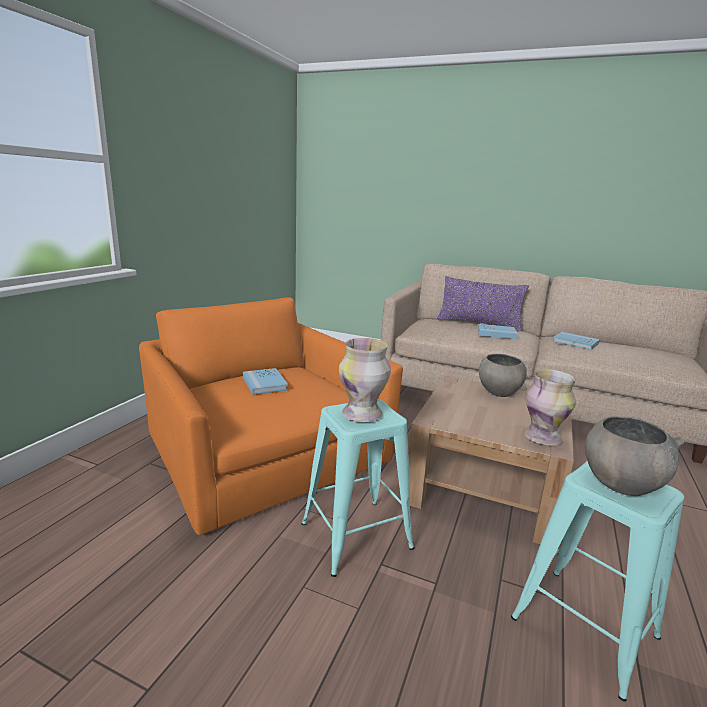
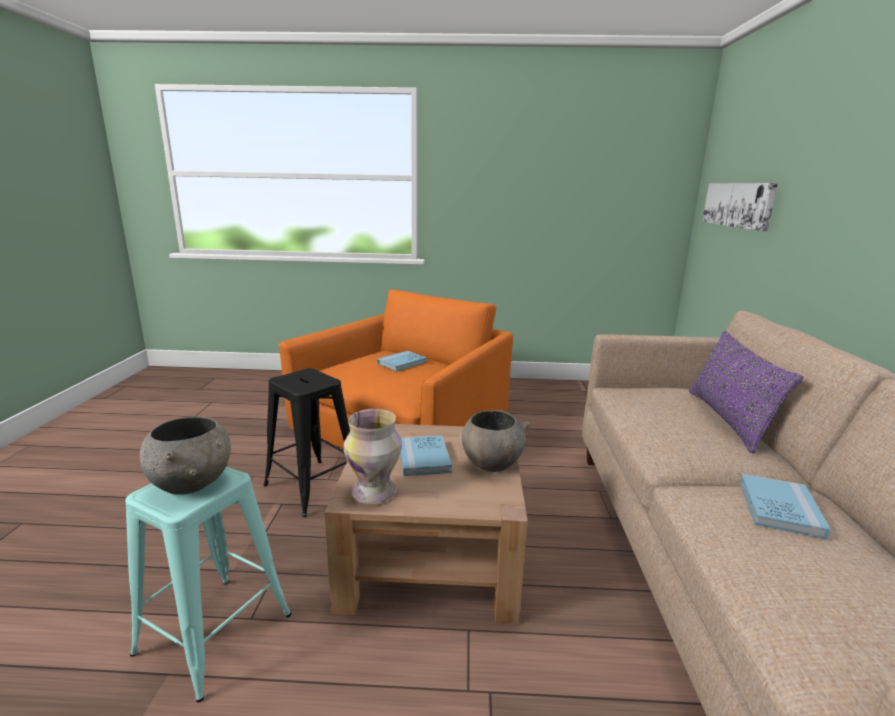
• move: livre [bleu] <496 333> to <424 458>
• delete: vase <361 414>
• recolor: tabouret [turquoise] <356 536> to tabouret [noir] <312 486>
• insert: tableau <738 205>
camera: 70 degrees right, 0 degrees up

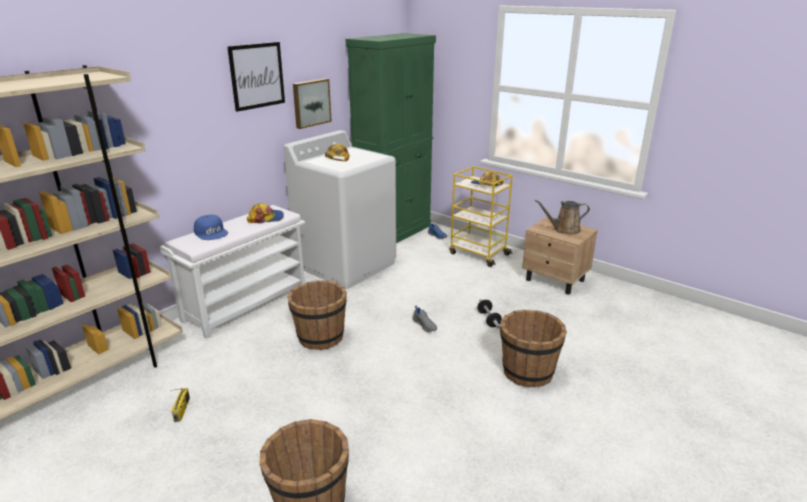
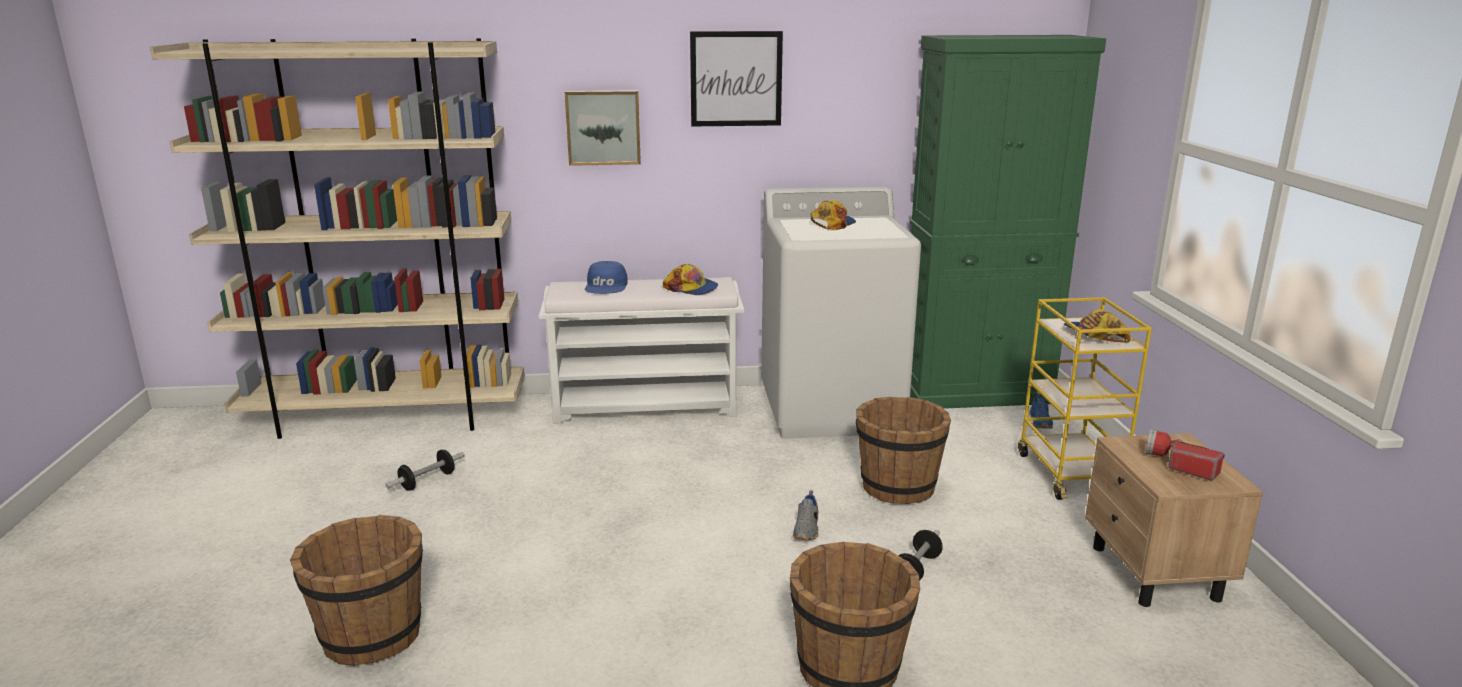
• move: tableau <311 103> to <603 127>
• replace: arrosoir [marron] <564 229> to lampe de poche <1180 464>
• move: seau [marron] <320 337> to <897 487>
• replace: radio <182 410> to haltère <427 481>
camera: 45 degrees right, 5 degrees down

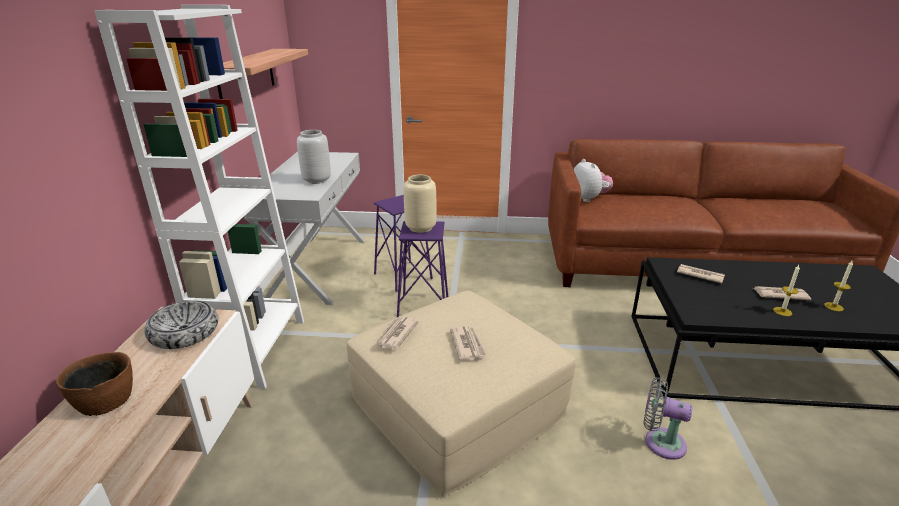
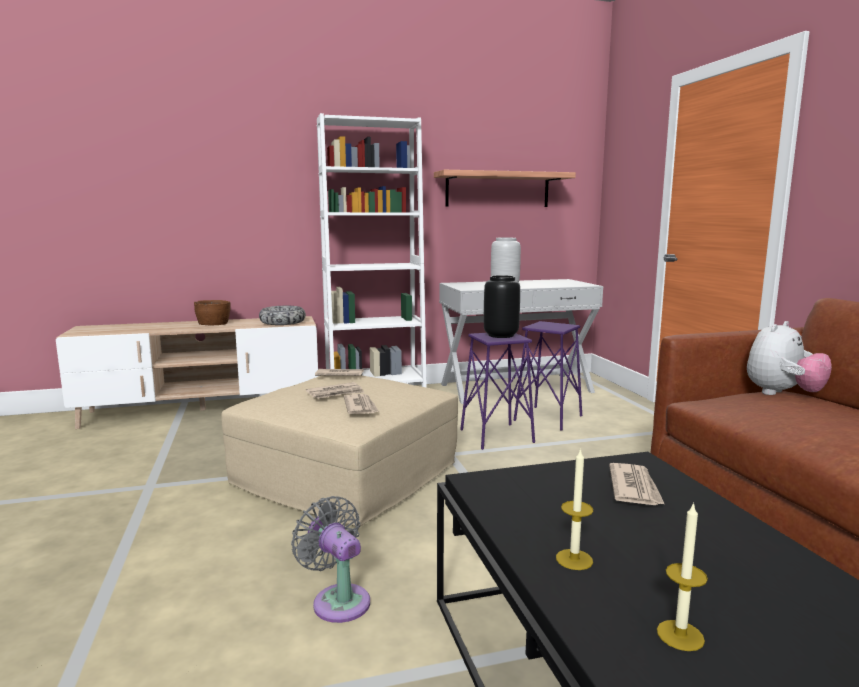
• recolor: vase [beige] <421 228> to vase [noir] <501 335>
• move: journal <779 294> to <360 407>
• rotate: ventilateur [gris] <660 442> = <338 600> 45 degrees counterclockwise
camera: 70 degrees right, 15 degrees down

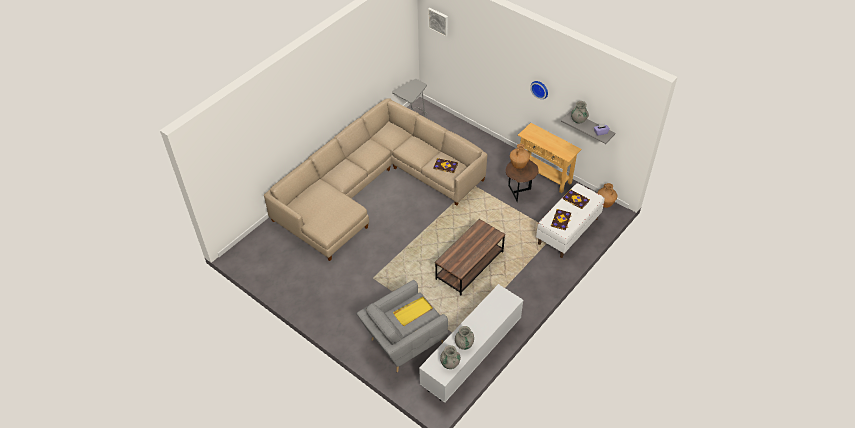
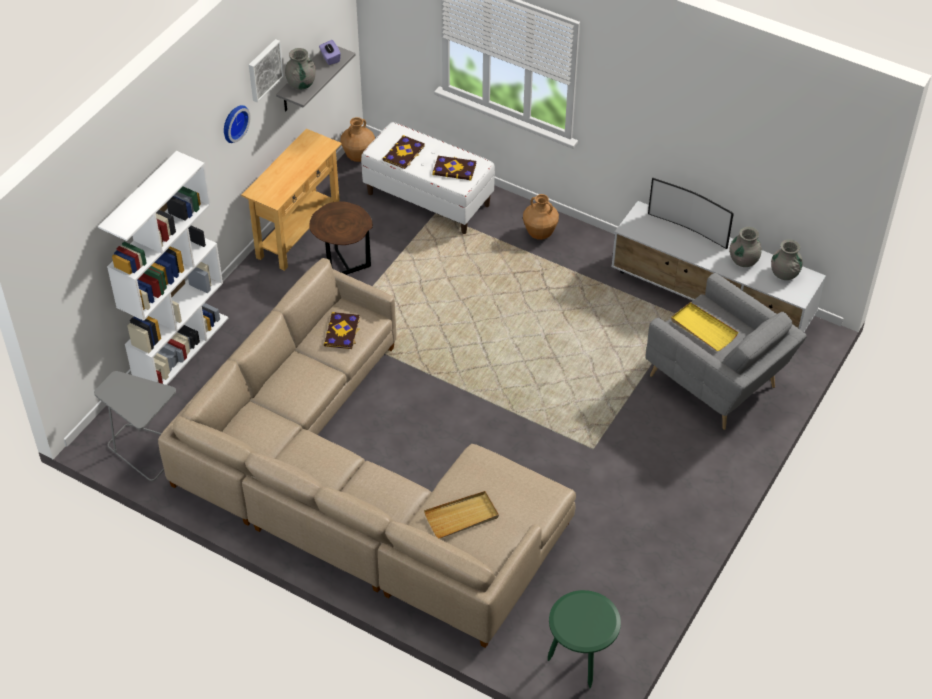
• move: tableau <438 21> to <264 69>
• move: vase [marron] <518 165> to <539 234>
• delete: table basse [marron] <469 265>
• insert: bibliothèque [blanc] <181 348>
• insert: téléviseur <689 229>
• insert: plateau [beige] <462 516>
• insert: table d'appoint [vert] <580 667>
camera: 100 degrees left, 0 degrees up

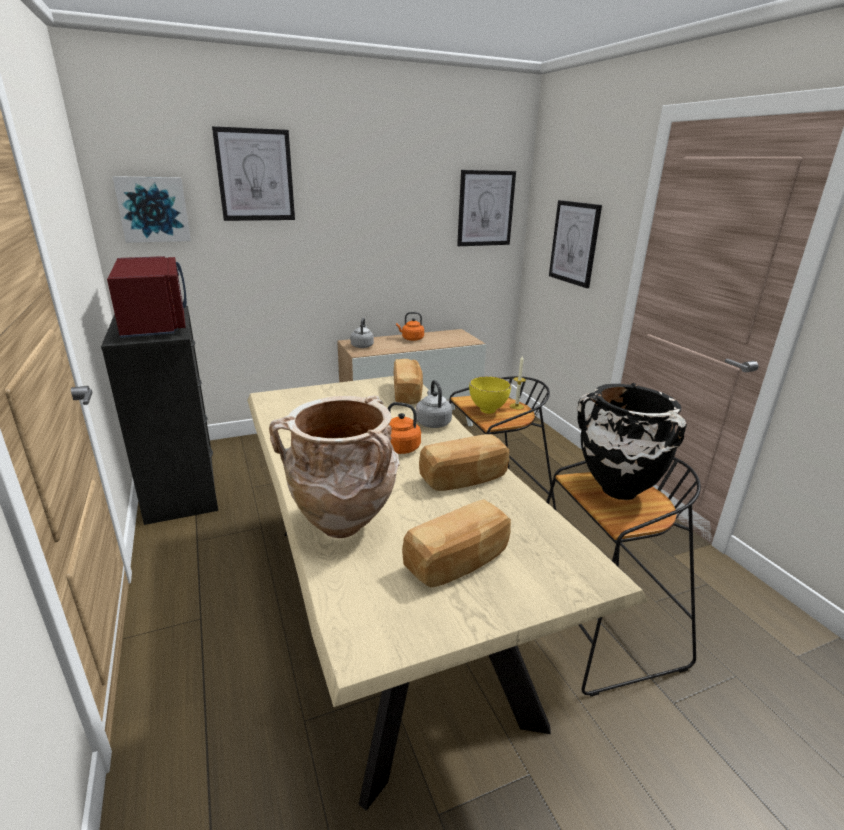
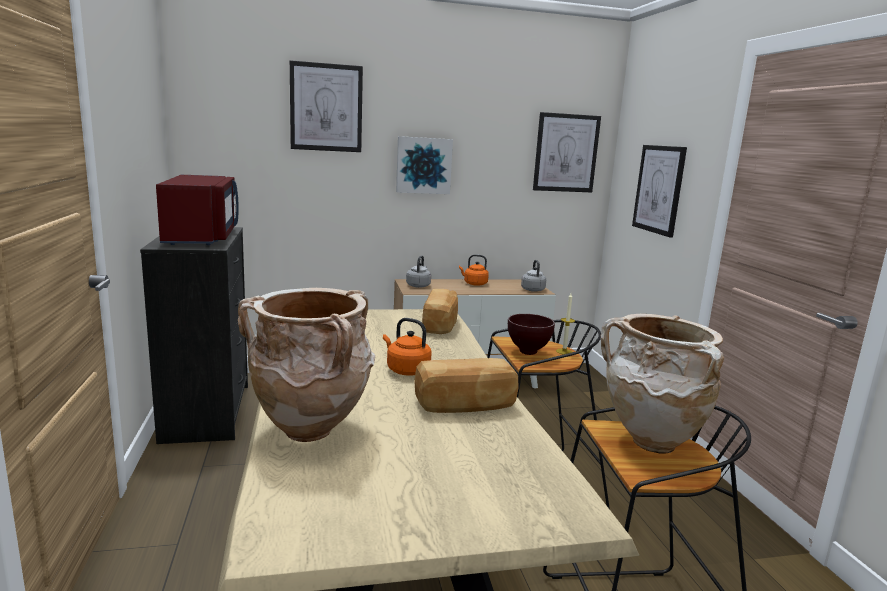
• move: tableau <153 209> to <423 165>
• recolor: bol [jaune] <488 411> to bol [marron] <528 352>
• move: bouilloire [gris] <432 422> to <532 289>
• recolor: vase [noir] <615 490> to vase [beige] <649 442>
• delete: pain <458 562>
camera: 10 degrees right, 10 degrees down

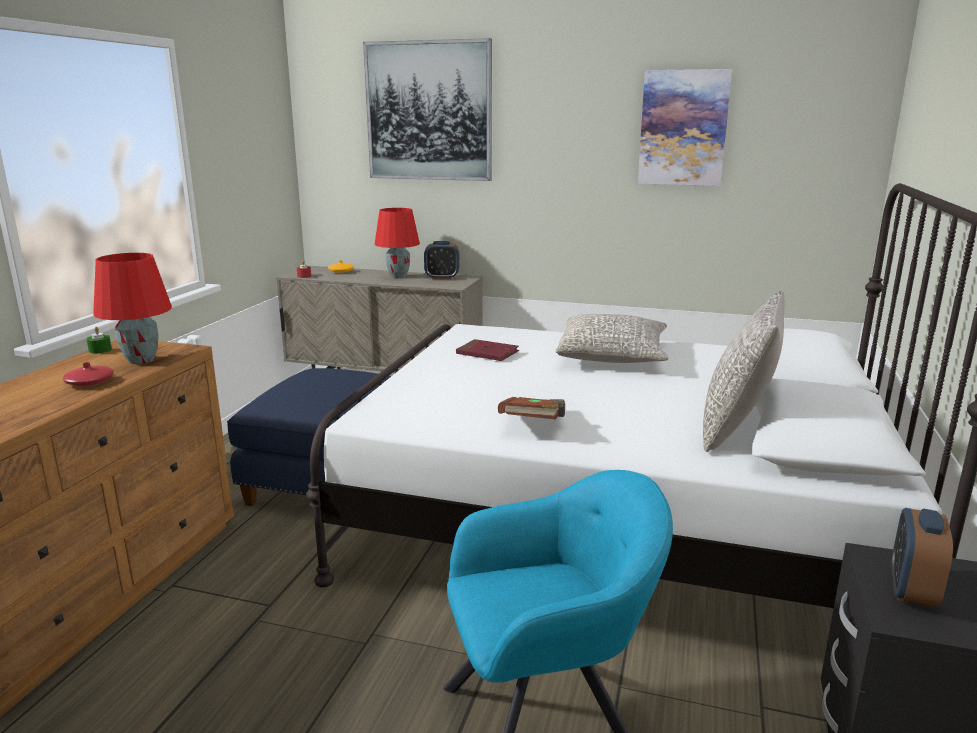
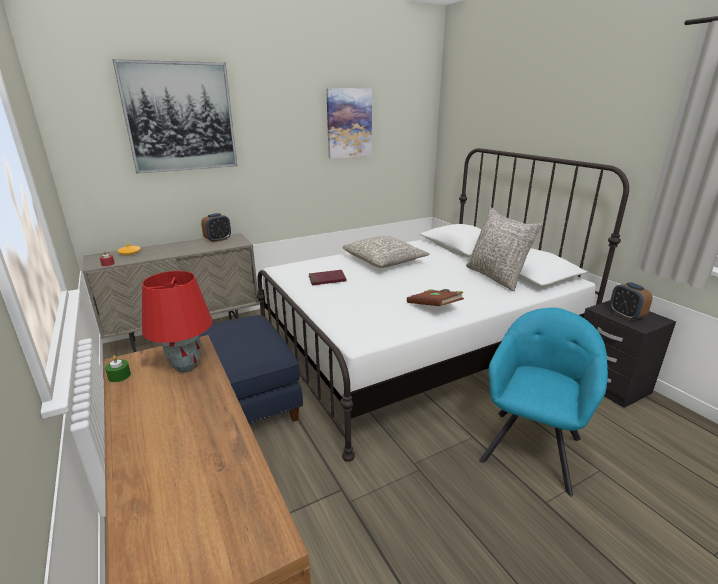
• delete: lampe de table [rouge] <398 276>
• delete: vase [rouge] <89 382>
camera: 45 degrees left, 5 degrees up

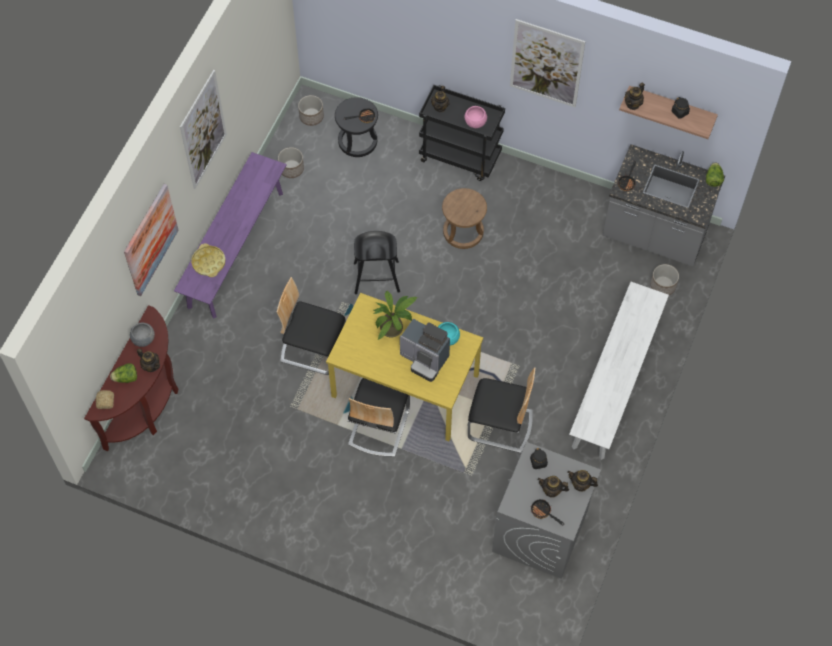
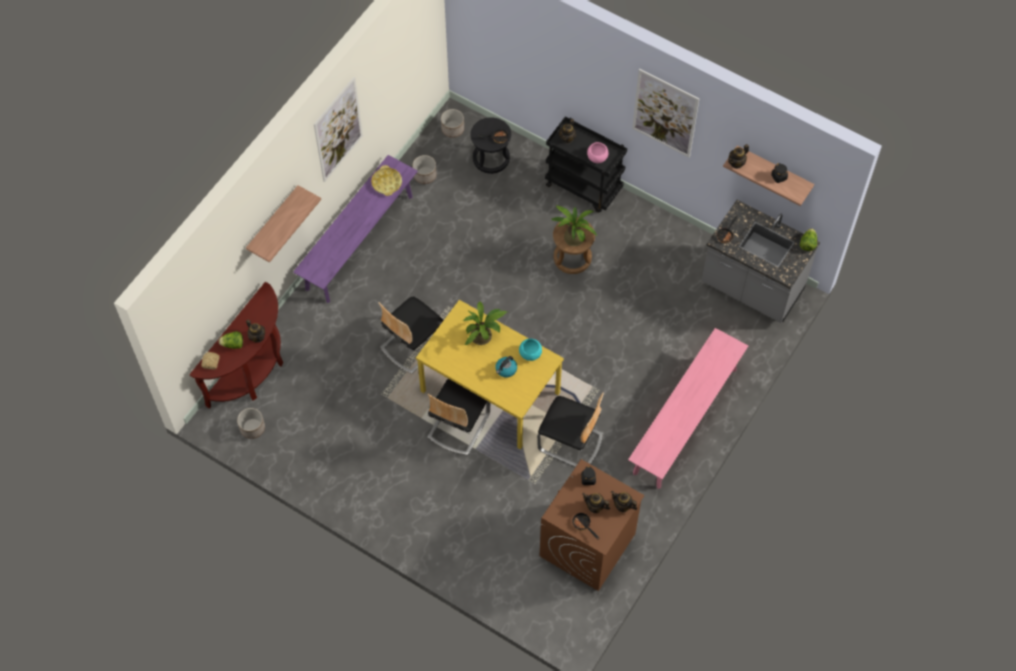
• replace: tableau <150 239> to étagère <273 222>
• delete: tabouret [noir] <376 277>
• move: plateau [jaune] <208 262> to <386 183>
• move: cache-pot <662 286> to <252 428>
• rotate: chaise <313 348> = <412 344> 75 degrees counterclockwise
• recolor: banc [blanc] <615 383> to banc [rose] <685 421>
• replace: machine à café <425 359> to bouilloire <506 369>
• delete: bol [gris] <143 339>
• recolor: lave-linge [gris] <540 532> to lave-linge [marron] <587 545>
• insert: plante en pot <572 236>
camera: 10 degrees right, 0 degrees up

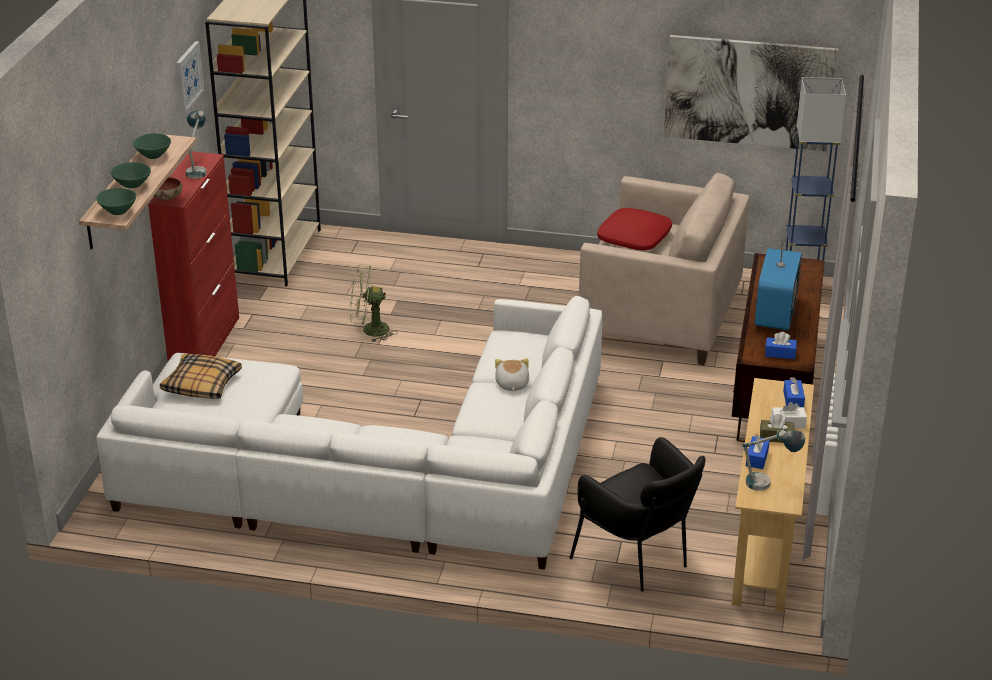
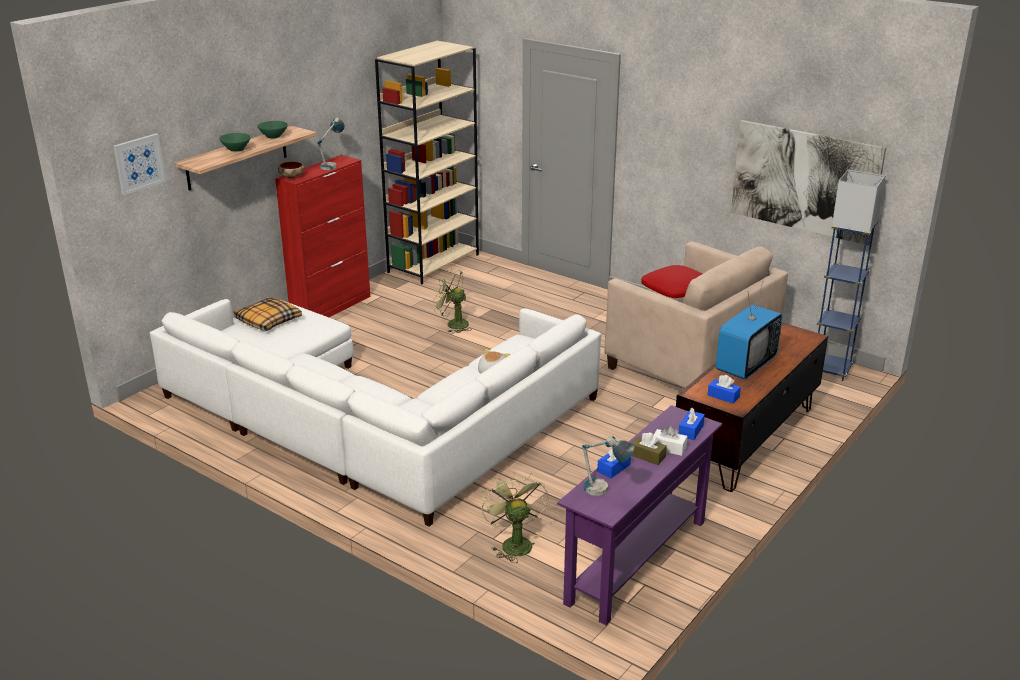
• move: tableau <188 76> to <139 163>
• delete: bol [vert] <118 211>
• recolor: table console [beige] <766 543> to table console [violet] <638 561>
• replace: fauteuil [noir] <639 560> to ventilateur [vert] <514 542>
camera: 25 degrees right, 5 degrees down

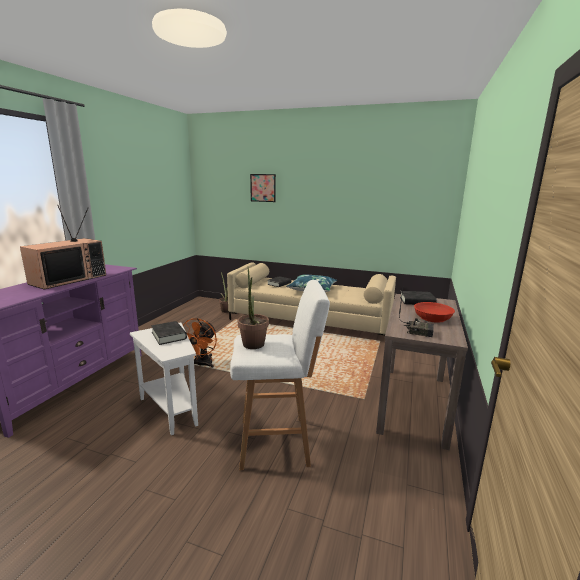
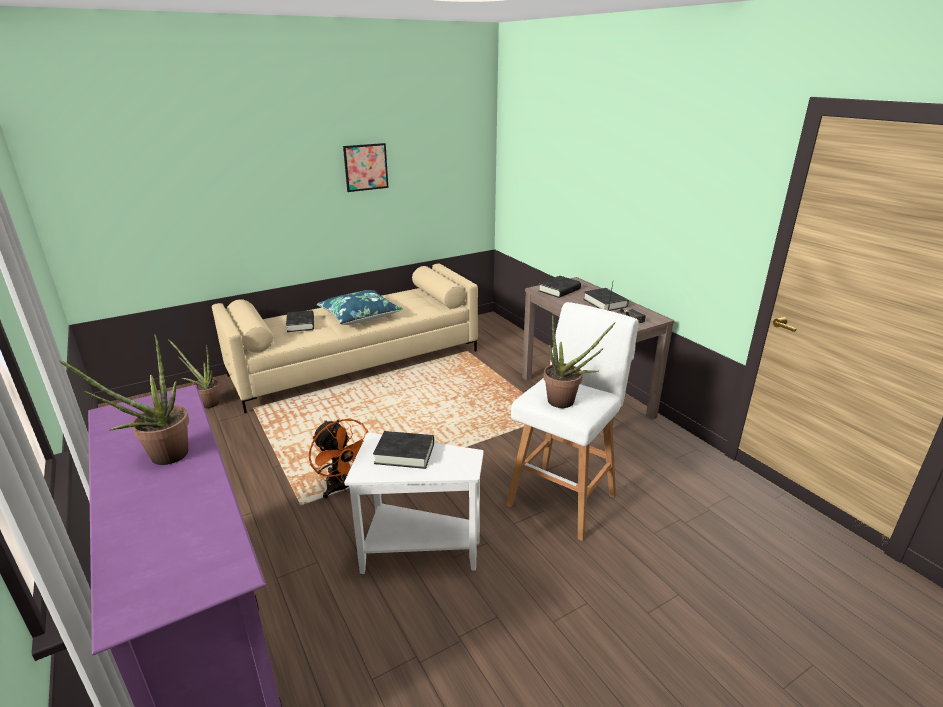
• move: tableau <263 188> to <366 167>
• replace: téléviseur <69 279> to plante en pot <161 458>
• replace: bol [rouge] <432 318> to livre [noir] <605 303>
camera: 50 degrees left, 10 degrees up

